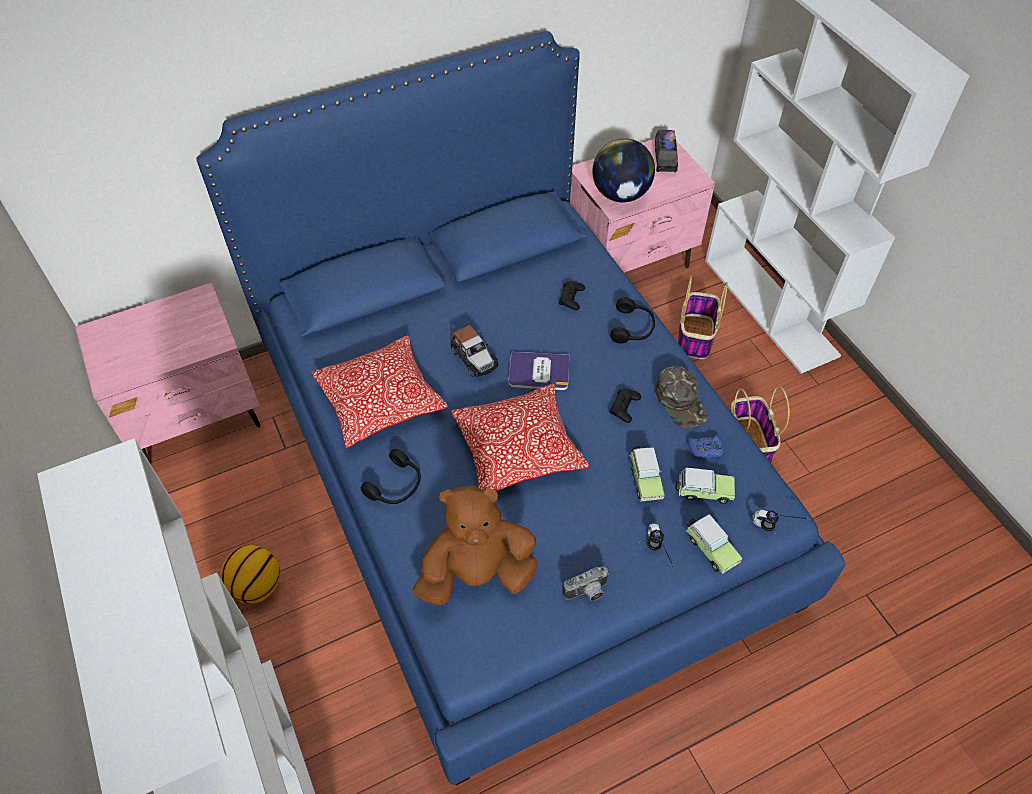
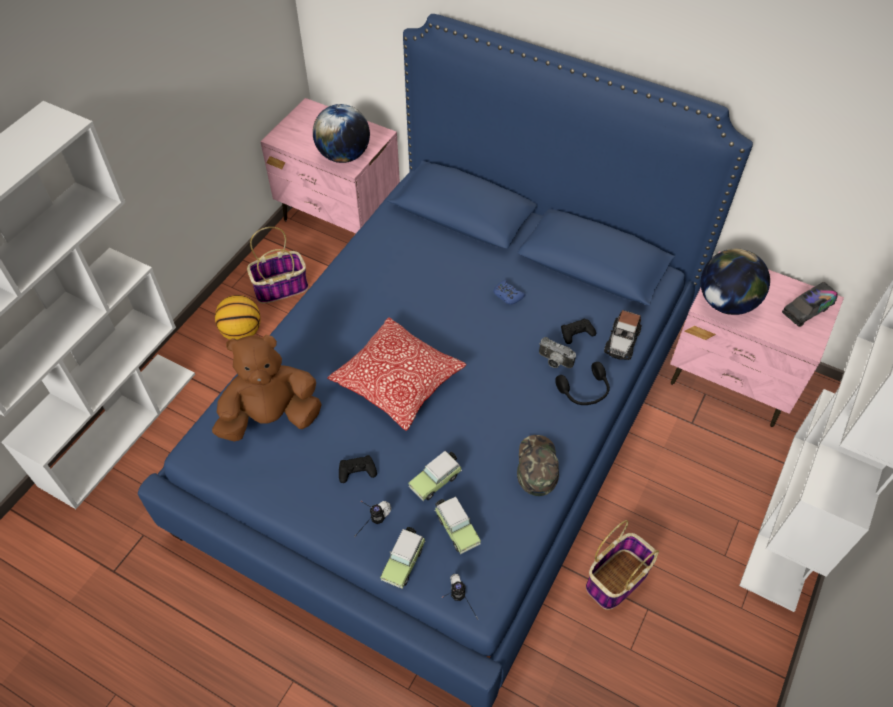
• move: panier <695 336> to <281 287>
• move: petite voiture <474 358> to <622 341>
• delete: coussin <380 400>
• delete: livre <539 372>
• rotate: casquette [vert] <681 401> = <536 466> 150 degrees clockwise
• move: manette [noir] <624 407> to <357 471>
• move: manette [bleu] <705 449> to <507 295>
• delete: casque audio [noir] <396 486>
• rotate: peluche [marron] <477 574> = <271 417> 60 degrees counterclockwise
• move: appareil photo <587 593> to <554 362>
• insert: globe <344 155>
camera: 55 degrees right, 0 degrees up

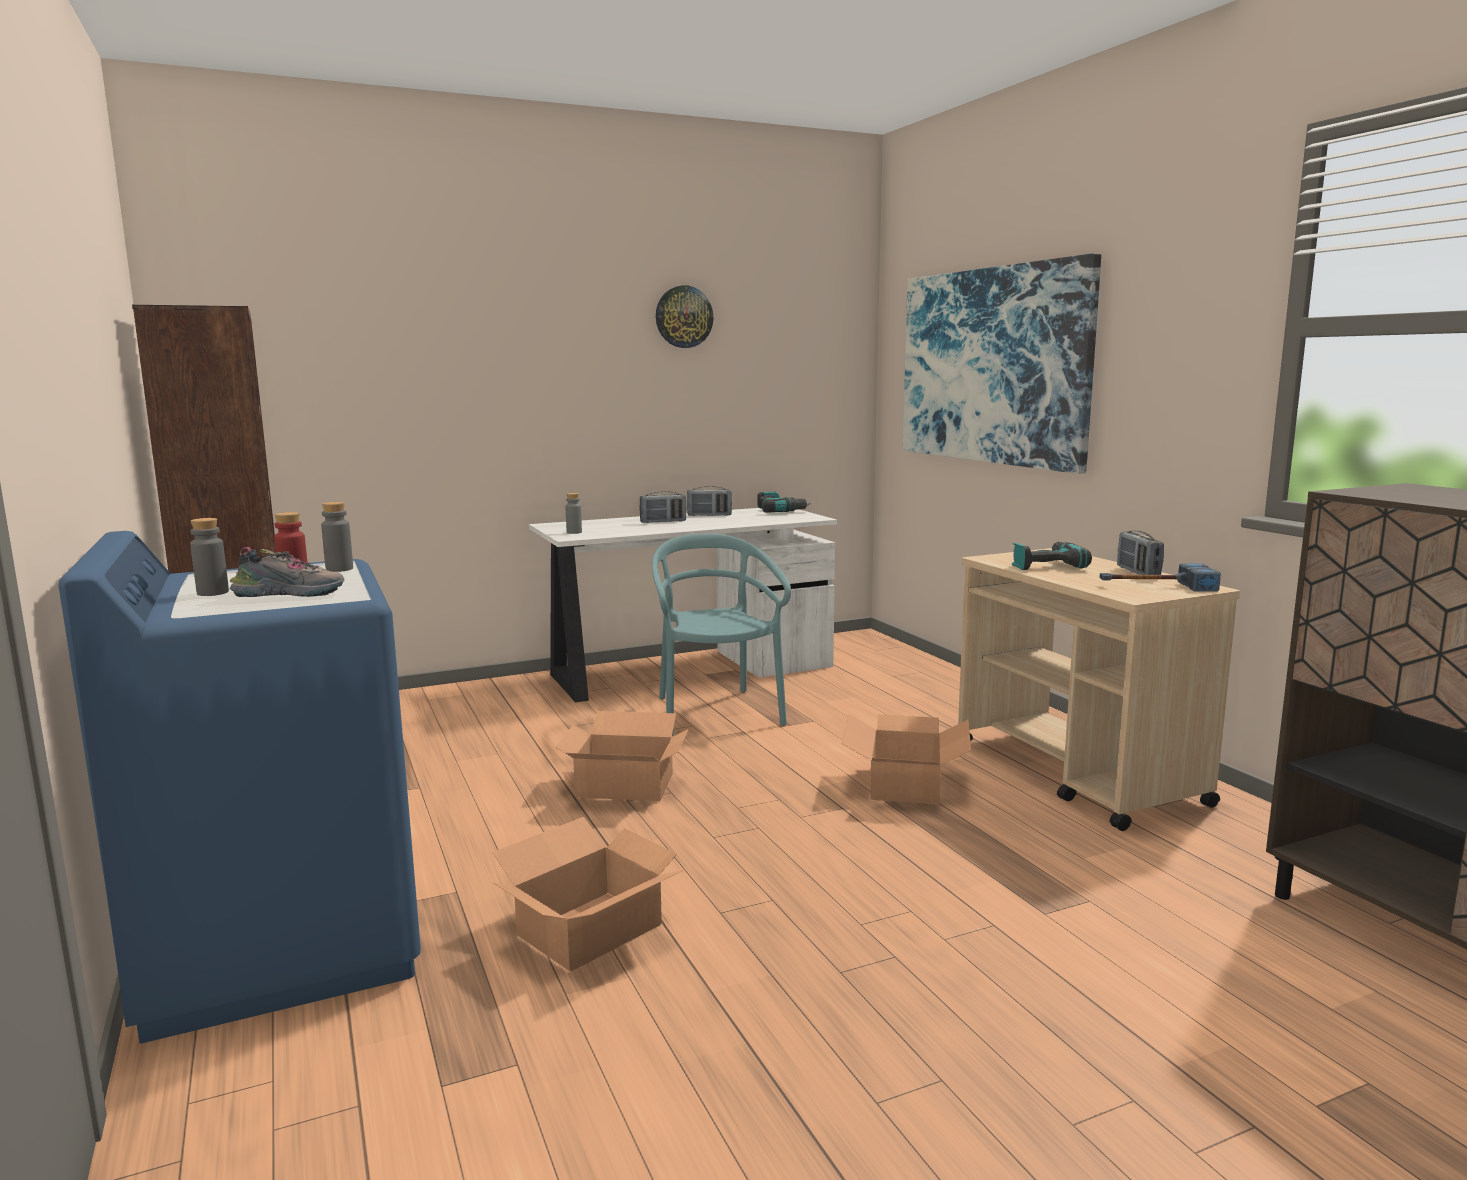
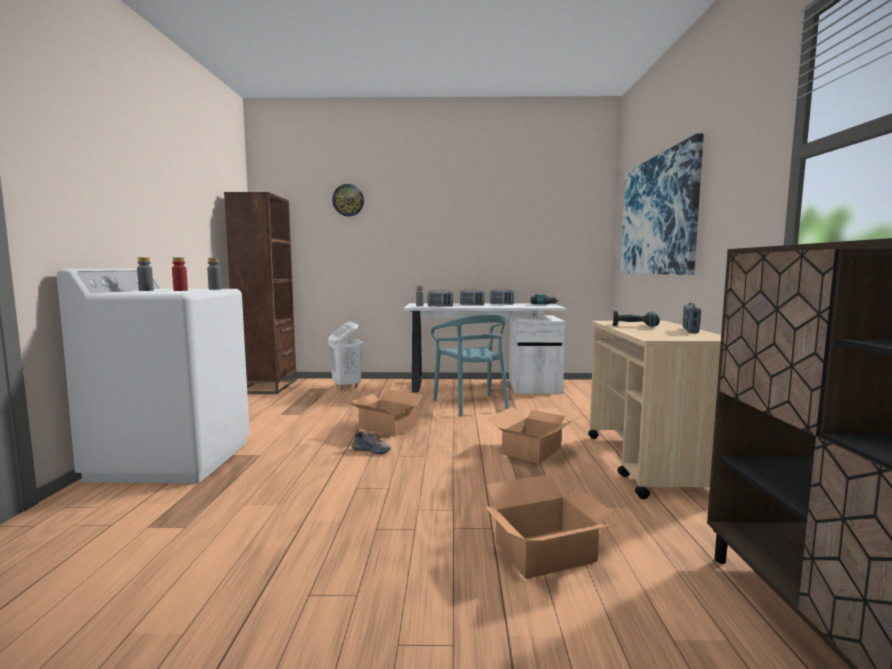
• move: horloge murale <683 317> to <348 200>
• recolor: lave-linge [bleu] <281 943> to lave-linge [blanc] <173 459>
• rotate: chaise [turquoise] <715 713> = <472 405> 150 degrees clockwise
• move: chaussure <291 594> to <372 450>
• delete: marteau <1155 586>
• move: carton <587 930> to <543 552>
• insert: radio <440 306>
• insert: panier à linge [blanc] <346 386>
camera: 25 degrees right, 5 degrees down

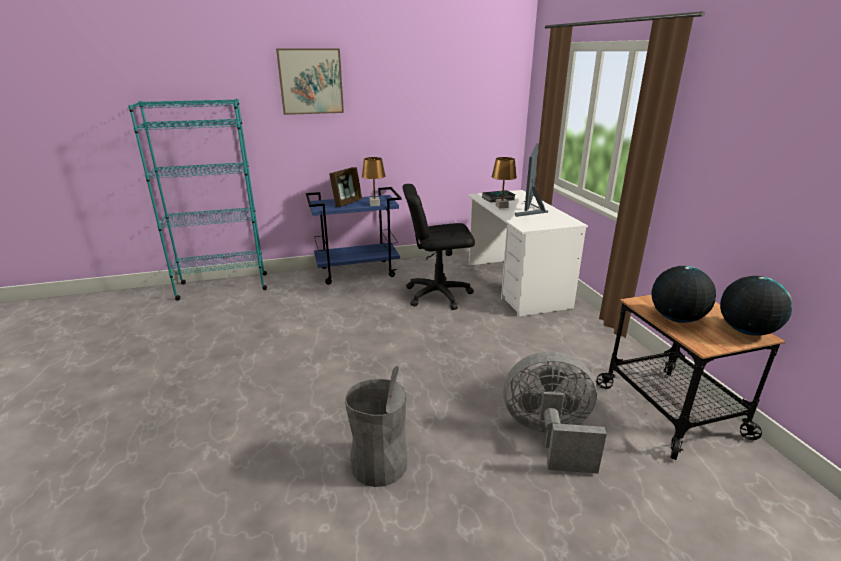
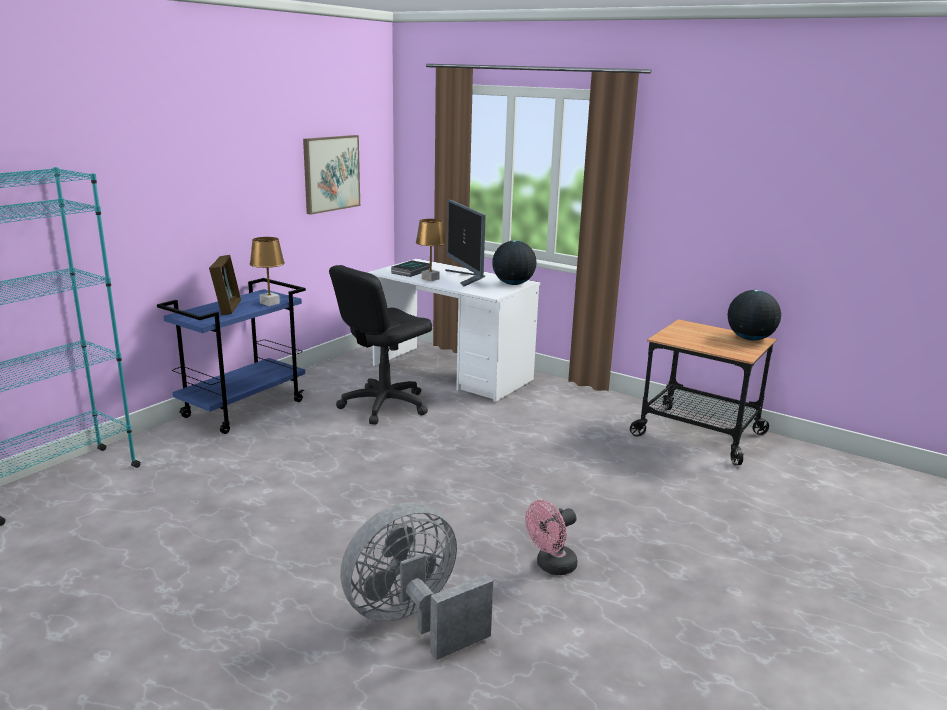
• move: tableau <311 81> to <331 173>
• move: globe <676 319> to <513 284>
• move: ventilateur [gris] <549 436> to <412 621>
• replace: poubelle [gris] <379 464> to ventilateur [rose] <551 566>
camera: 40 degrees left, 5 degrees down

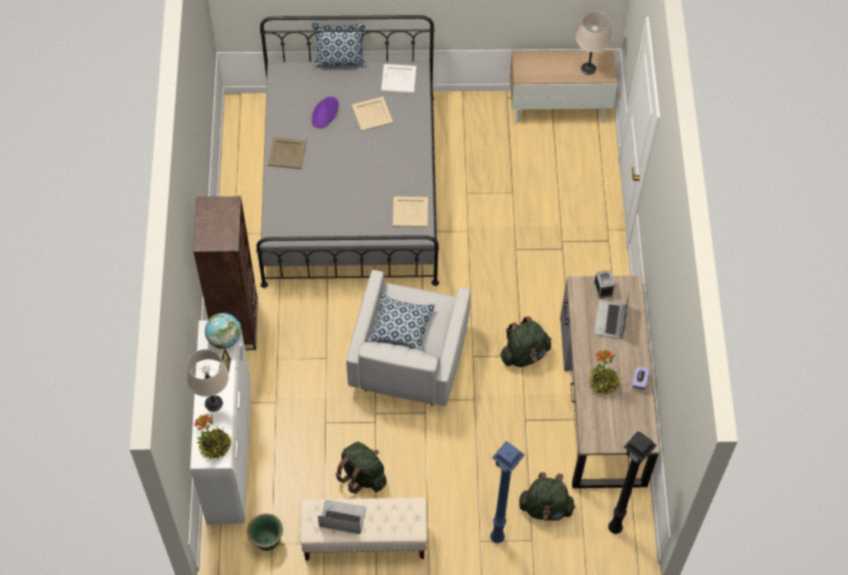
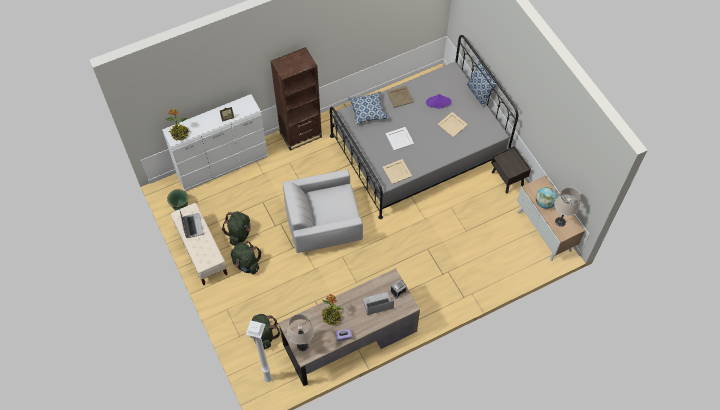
• move: plateau [blanc] <399 79> to <399 139>
• move: coussin <401 327> to <368 111>
• move: globe <224 339> to <544 203>
• move: sac à dos [vert] <524 354> to <246 264>
• move: lampe de table [beige] <214 403> to <302 345>
• recolor: lampadaire [noir] <616 528> to lampadaire [blanc] <268 379>
• delete: lampadaire [bleu] <497 538>
• insert: table de chevet [marron] <507 179>
camera: 65 degrees right, 0 degrees up

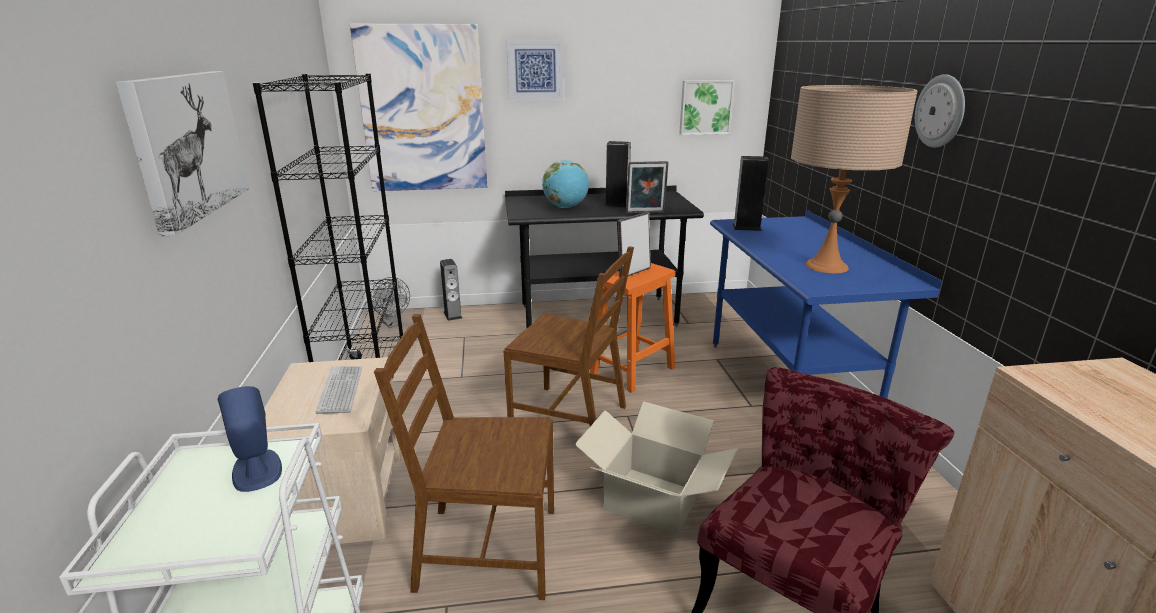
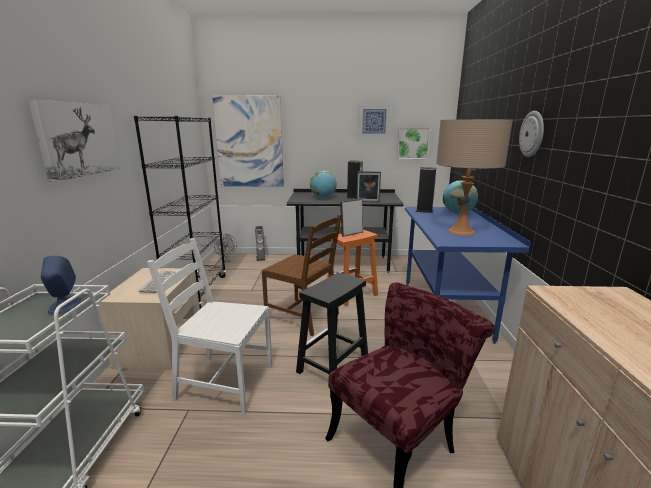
• move: tableau <535 70> to <374 121>
• recolor: chaise [marron] <486 550> to chaise [blanc] <224 382>
• replace: carton <652 501> to tabouret [noir] <332 367>
• insert: globe <458 213>
camera: 10 degrees right, 5 degrees down

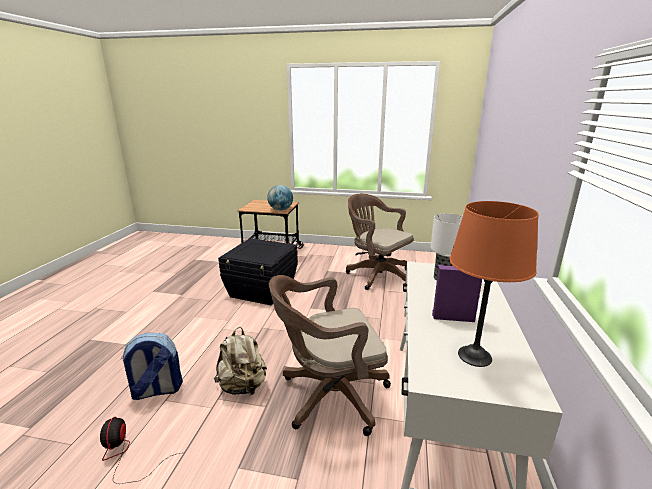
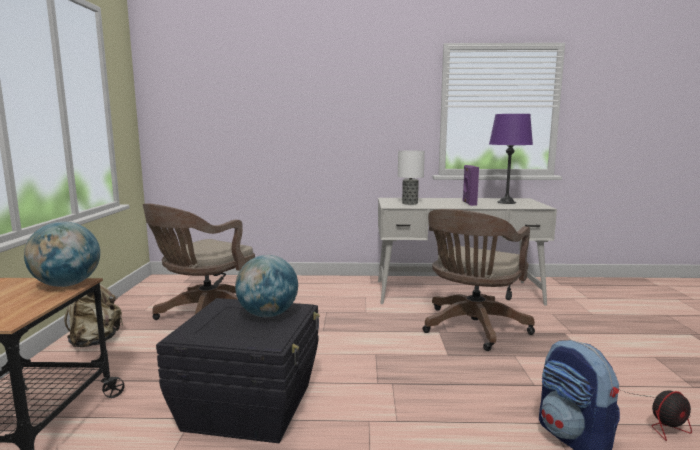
• recolor: lampe de table [orange] <474 356> to lampe de table [violet] <506 202>
• rotate: chaise de bureau [marron] <329 396> = <472 329> 60 degrees clockwise
• move: sac à dos [beige] <242 386> to <95 341>
• insert: globe <267 315>
camera: 100 degrees left, 10 degrees down

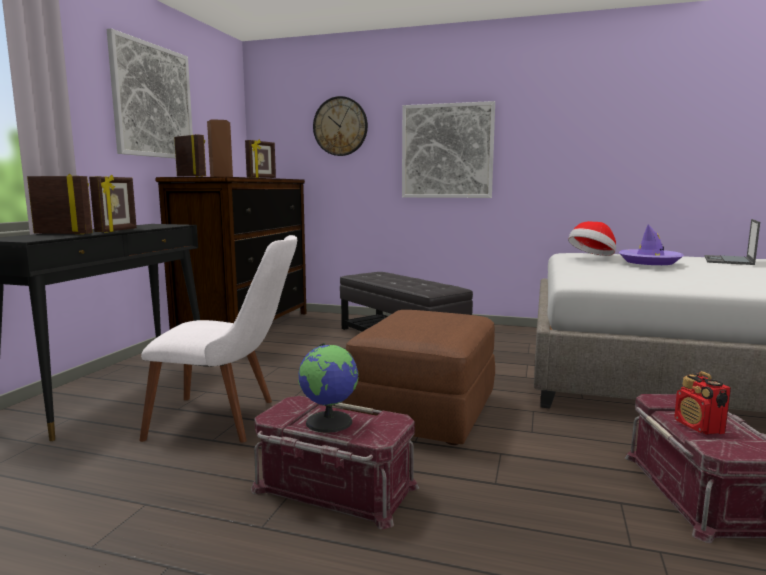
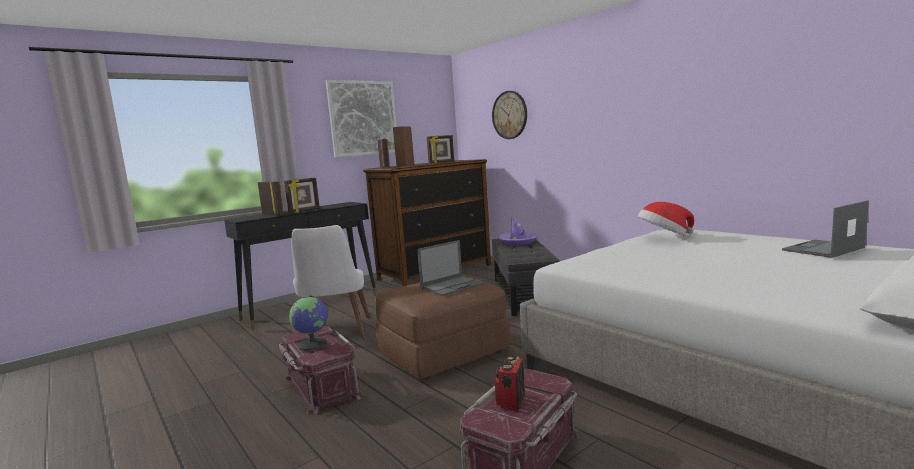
• delete: tableau <447 151>
• move: chapeau [violet] <649 262> to <518 242>
• rotate: chaise [blanc] <229 419> = <335 334> 45 degrees clockwise
• insert: ordinateur portable <453 285>
camera: 35 degrees right, 0 degrees up

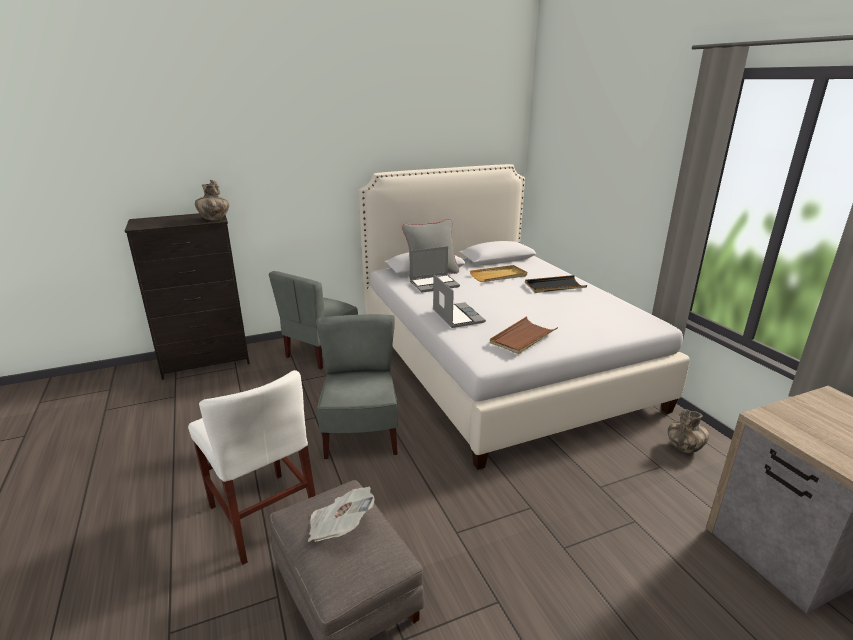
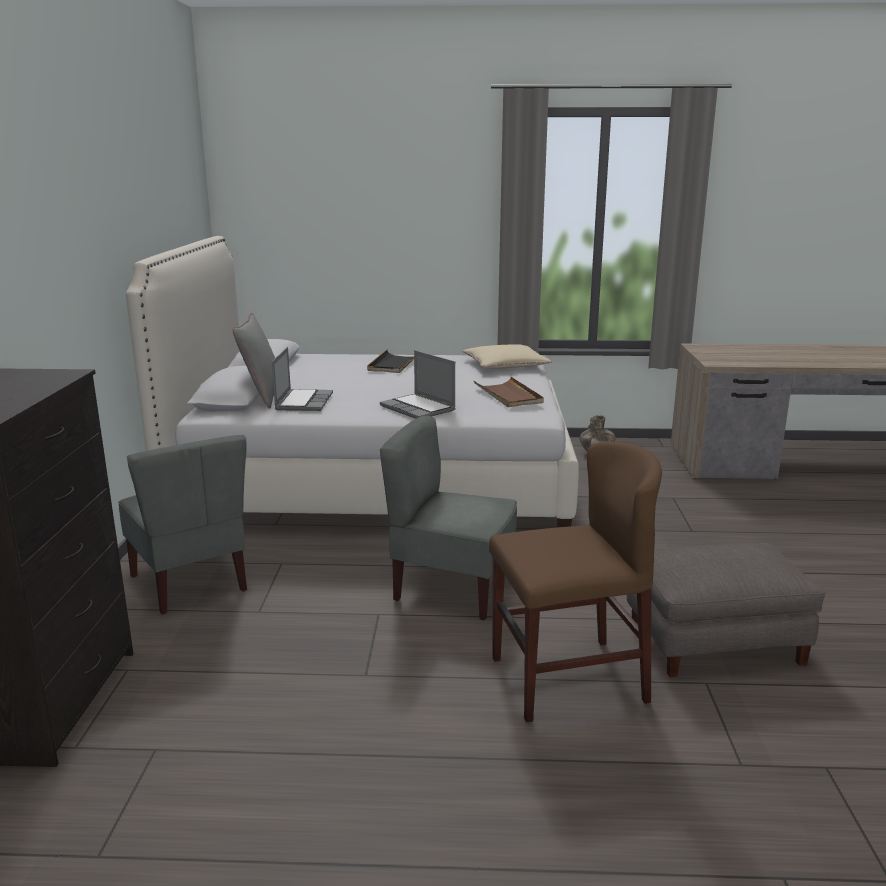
• delete: vase <214 219>
• delete: plateau [beige] <498 276>
• rotate: ordinateur portable <457 316> = <419 408> 135 degrees counterclockwise
• recolor: chaise [blanc] <263 514> to chaise [marron] <567 679>
• delete: journal <340 527>
• insert: coussin [beige] <505 365>
camera: 65 degrees left, 5 degrees down

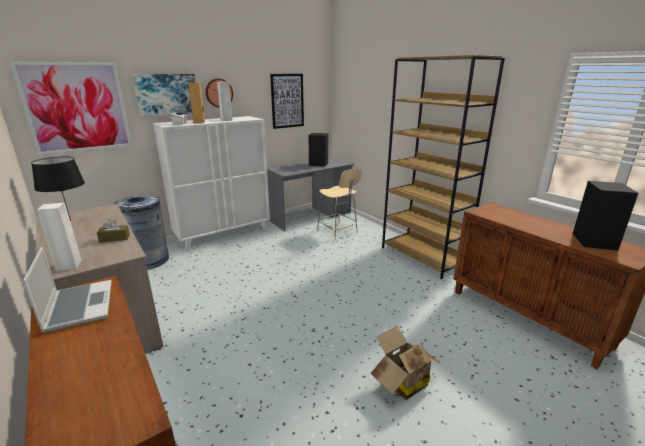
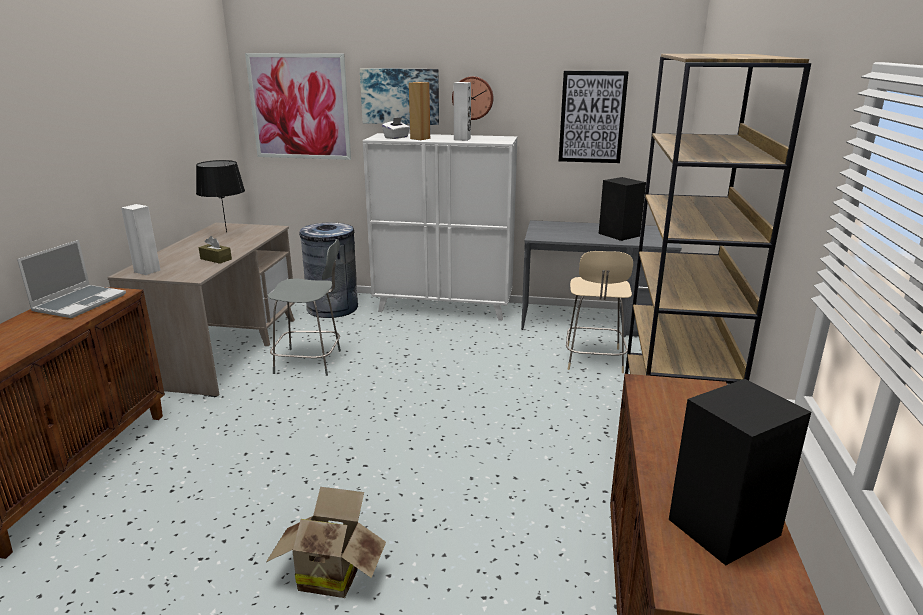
• insert: chaise [gris] <310 362>
camera: 45 degrees right, 0 degrees up

